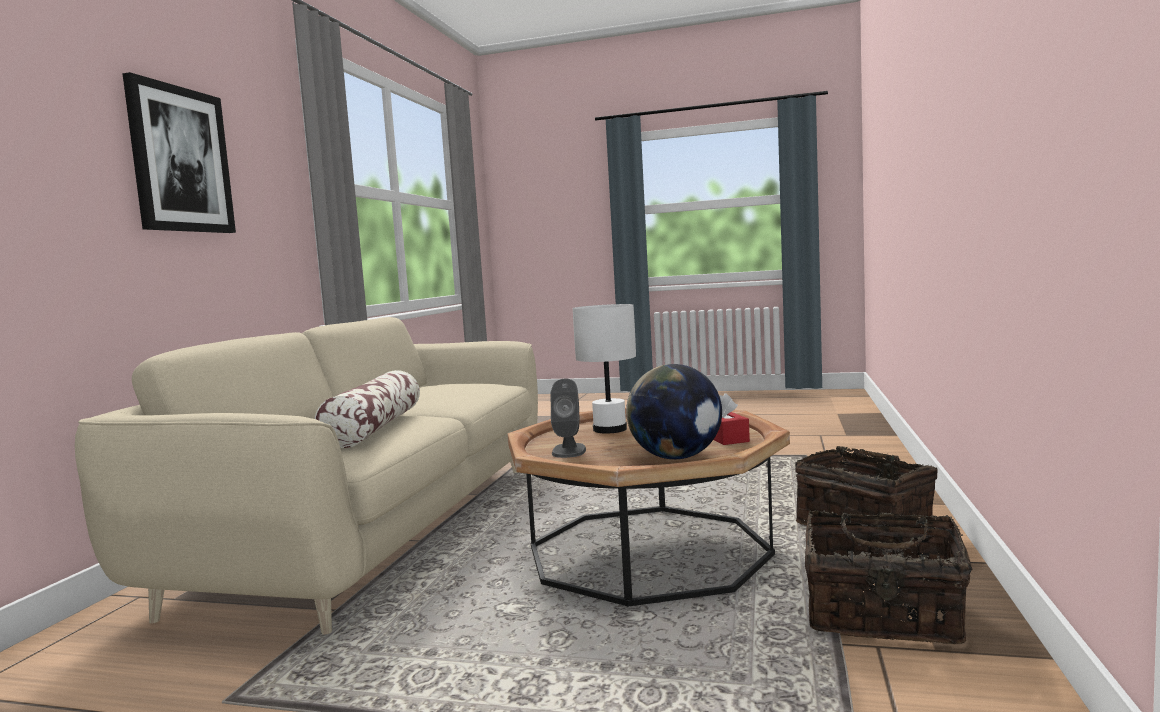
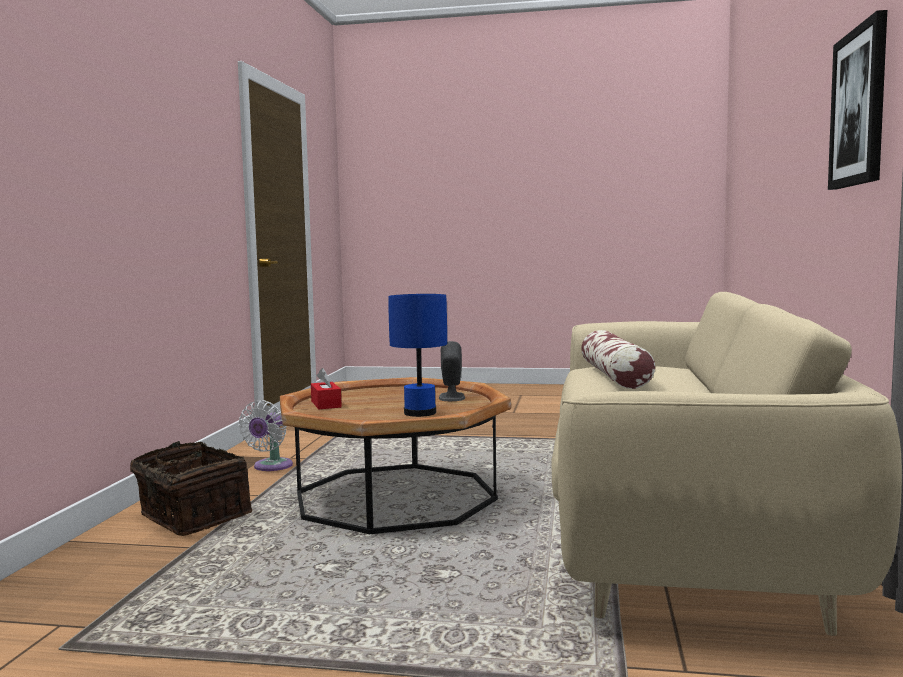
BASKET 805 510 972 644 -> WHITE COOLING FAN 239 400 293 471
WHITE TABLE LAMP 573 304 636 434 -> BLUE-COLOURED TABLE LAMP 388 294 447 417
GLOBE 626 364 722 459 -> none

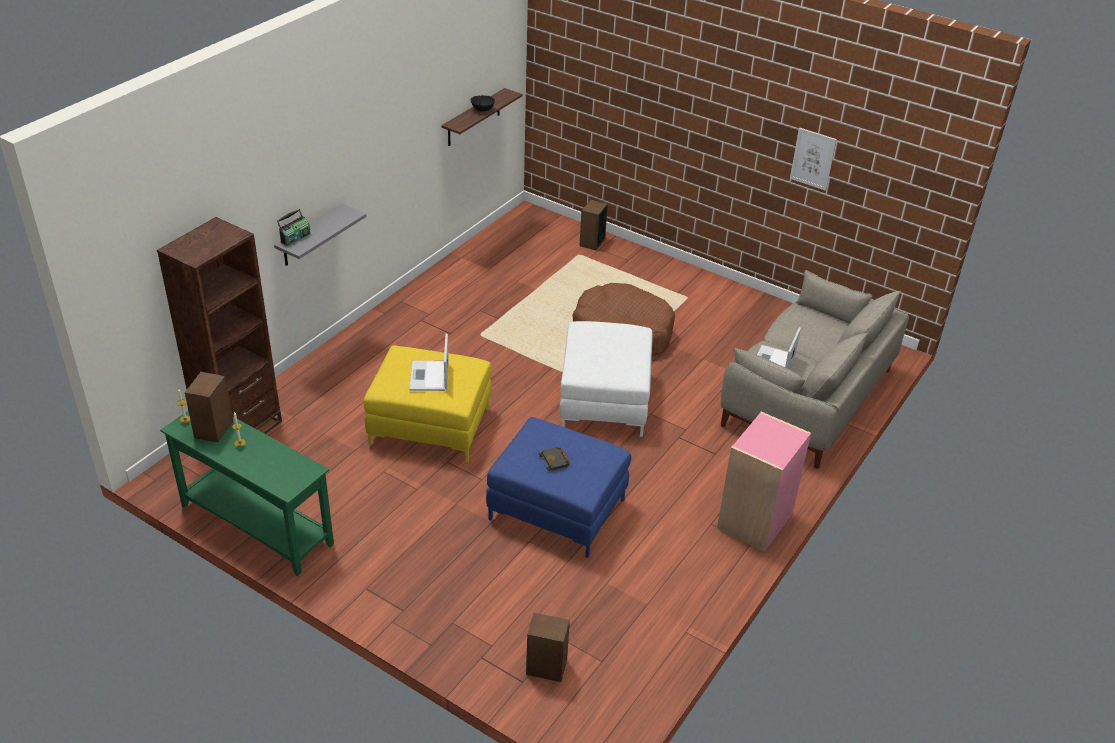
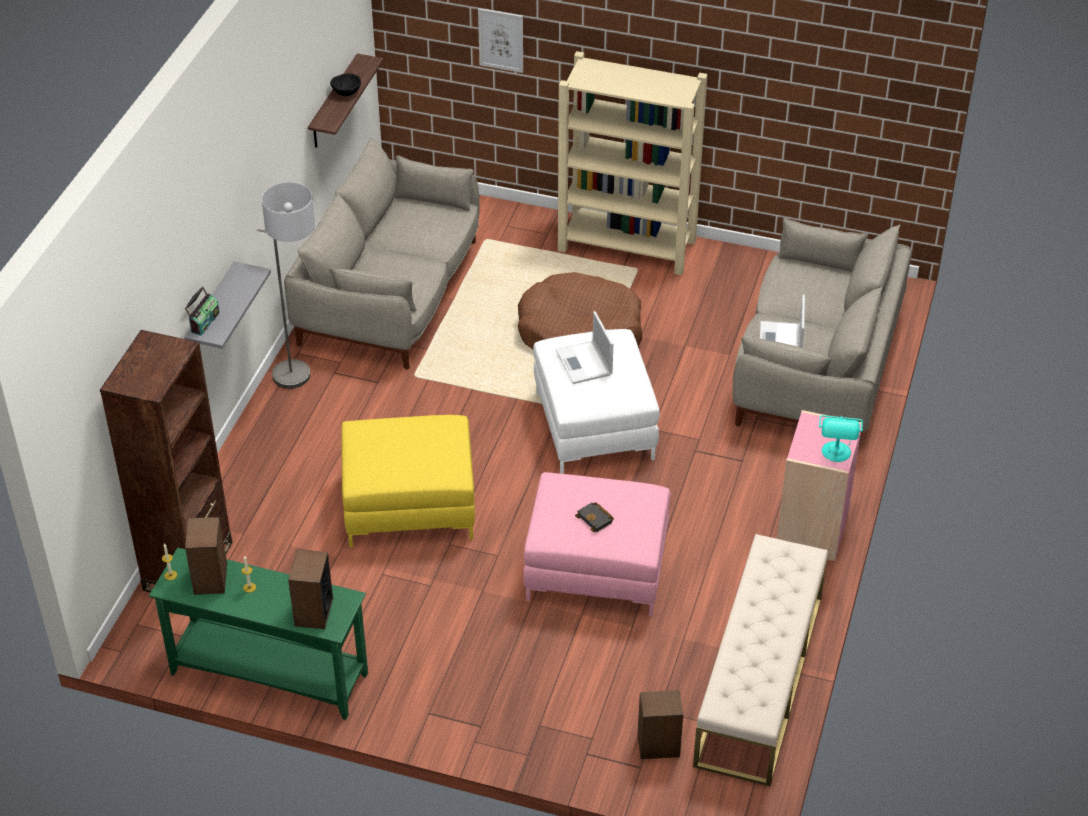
none -> GREYISH FLOOR LAMP 257 182 315 389
none -> BEIGE-COLOURED SOFA 284 138 480 370
SPEAKER 579 199 608 250 -> SPEAKER 288 549 333 629, moved
PICTURE 790 128 837 191 -> PICTURE 478 8 523 73, moved
BLUE-COLOURED POUFFE 486 417 631 558 -> PINK-COLOURED POUFFE 524 472 670 616
NOTEBOOK COMPUTER 409 334 449 391 -> NOTEBOOK COMPUTER 556 311 613 384, moved
none -> BEIGE-COLOURED BOOKSHELF 558 51 708 275
none -> BEIGE-COLOURED INDOOR BENCH 693 534 828 786
none -> TURQUOISE TABLE LAMP 819 415 863 462

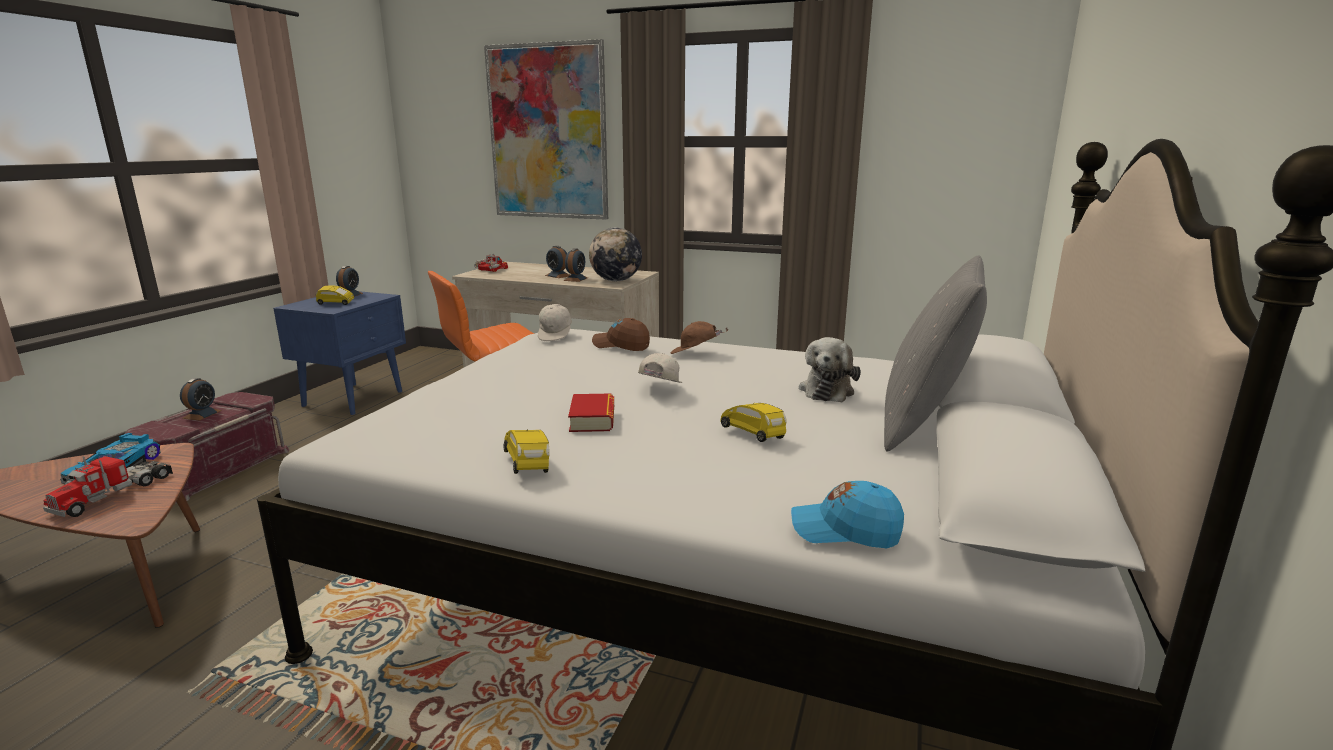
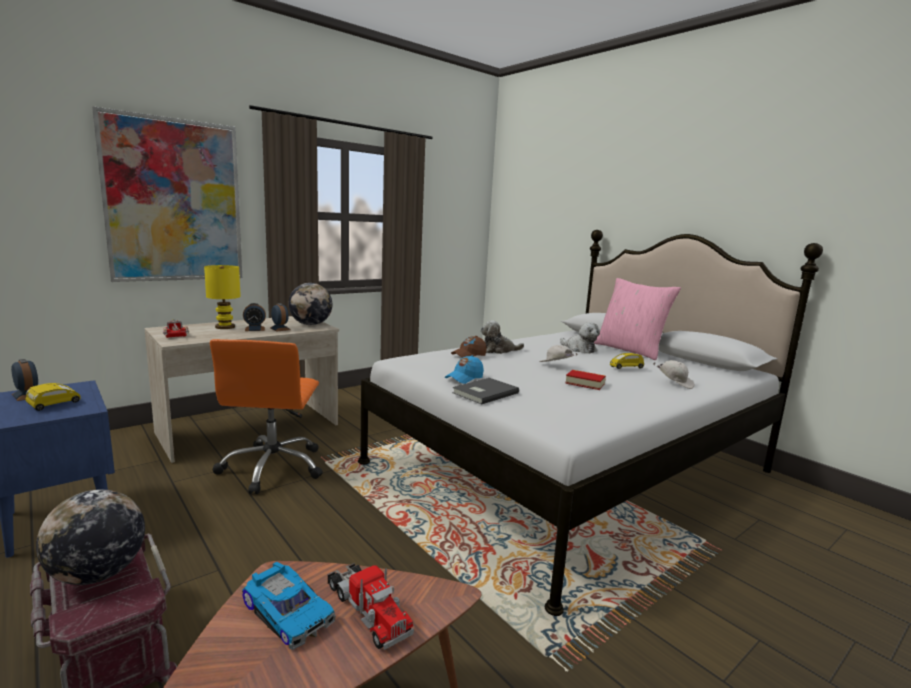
TABLE CLOCK 180 378 222 421 -> GLOBE 36 489 145 585
none -> YELLOW-COLOURED TABLE LAMP 204 265 241 329
BLUE-COLOURED BASEBALL CAP 791 481 904 548 -> BLUE-COLOURED BASEBALL CAP 445 355 484 384, moved
none -> GREYISH BOUND BOOK 452 378 519 405
BROWNISH BASEBALL CAP 670 321 728 354 -> CUDDLY TOY 480 320 524 354
GREYISH THROW PILLOW 884 255 987 452 -> PINK-COLOURED THROW PILLOW 594 278 681 360
WHITE BASEBALL CAP 538 304 572 341 -> WHITE BASEBALL CAP 653 360 694 389, moved
YELLOW-COLOURED MINIATURE CAR 504 428 550 474 -> none

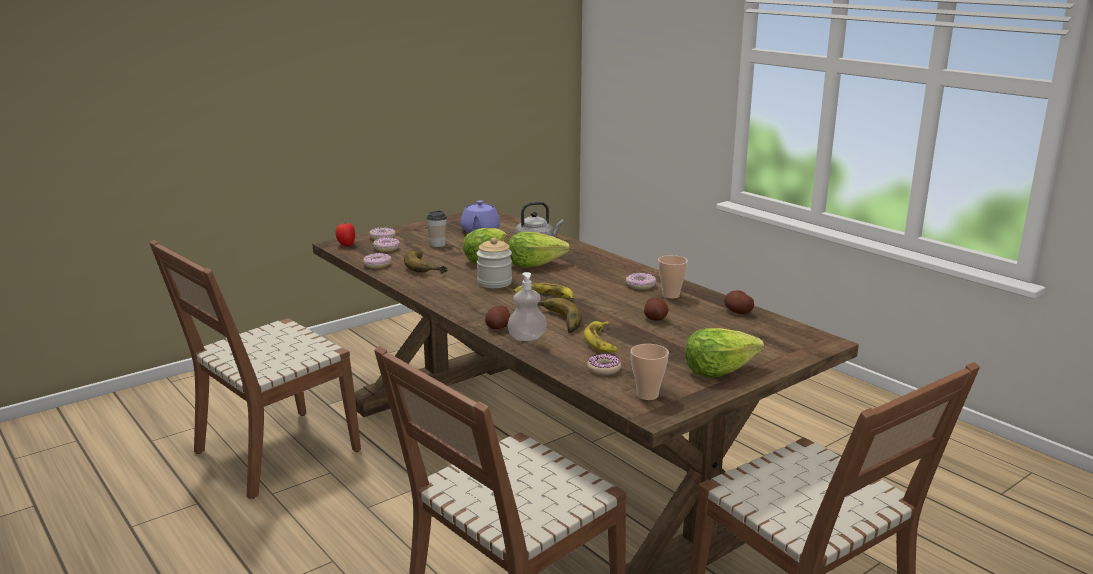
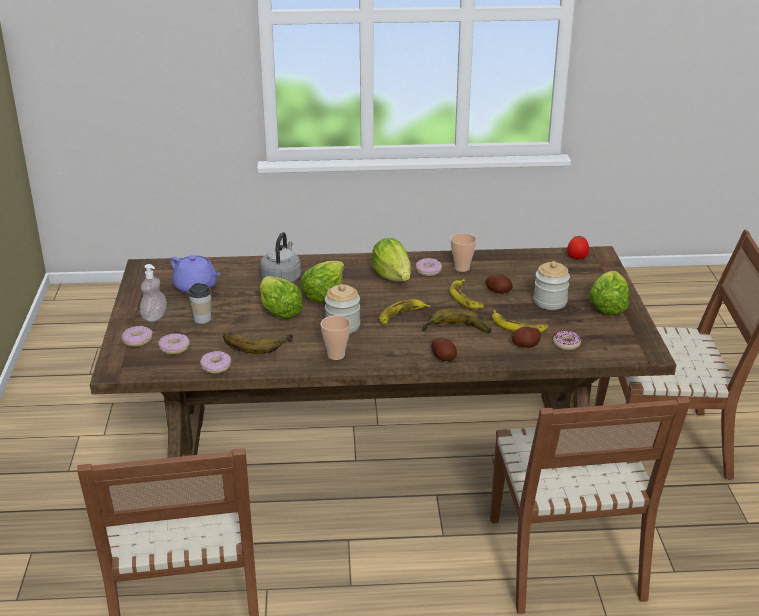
SOAP BOTTLE 508 272 547 341 -> SOAP BOTTLE 140 264 167 322, moved
CUP 630 344 669 400 -> CUP 321 316 351 360, moved
none -> LETTUCE HEAD 371 238 411 282
none -> WHOLE BANANA 449 279 484 309
POTATO 724 291 754 314 -> POTATO 512 327 541 348, moved
none -> PRESERVE JAR 534 261 570 310
WHOLE TOMATO 336 222 355 247 -> WHOLE TOMATO 567 236 589 259, moved

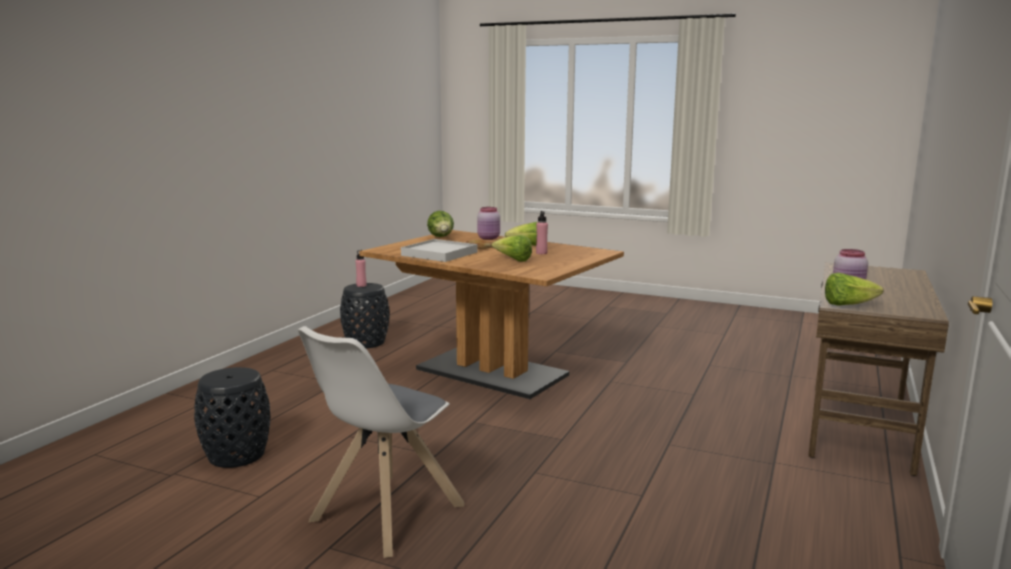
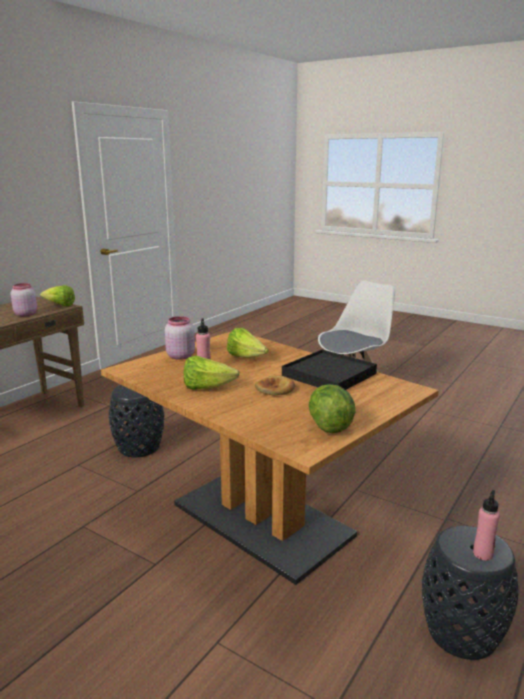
BLACKISH STOOL 194 367 271 468 -> BLACKISH STOOL 109 385 164 457, moved
PINK-COLOURED PRESERVE JAR 477 207 500 240 -> PINK-COLOURED PRESERVE JAR 165 316 195 360, moved
WHITE TRAY 401 239 477 262 -> BLACKISH TRAY 282 349 377 390

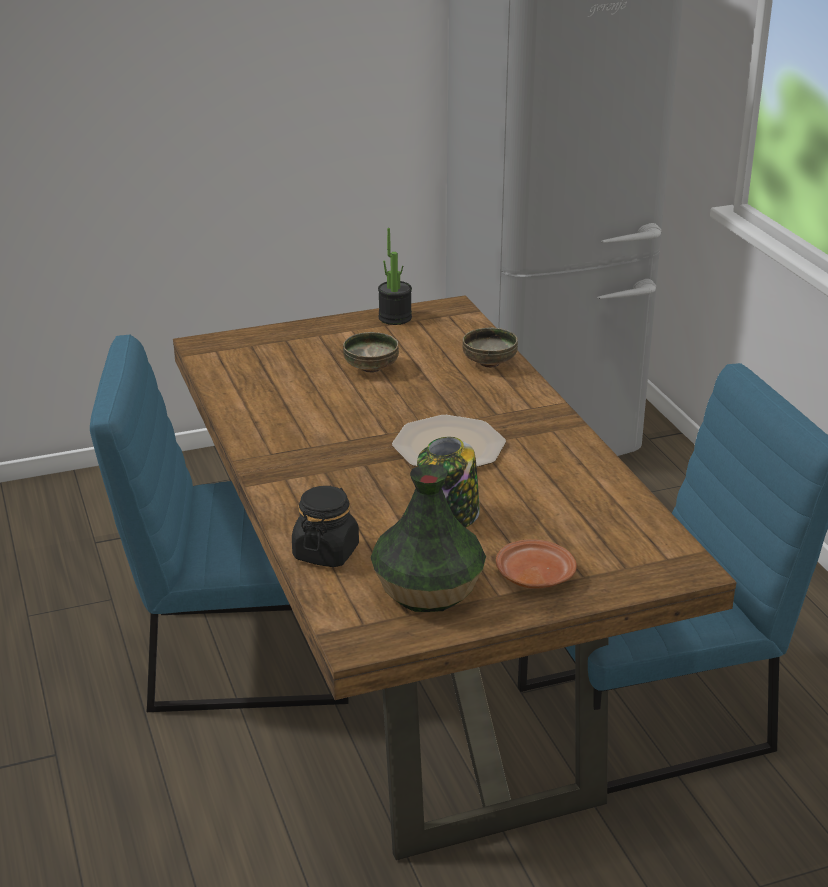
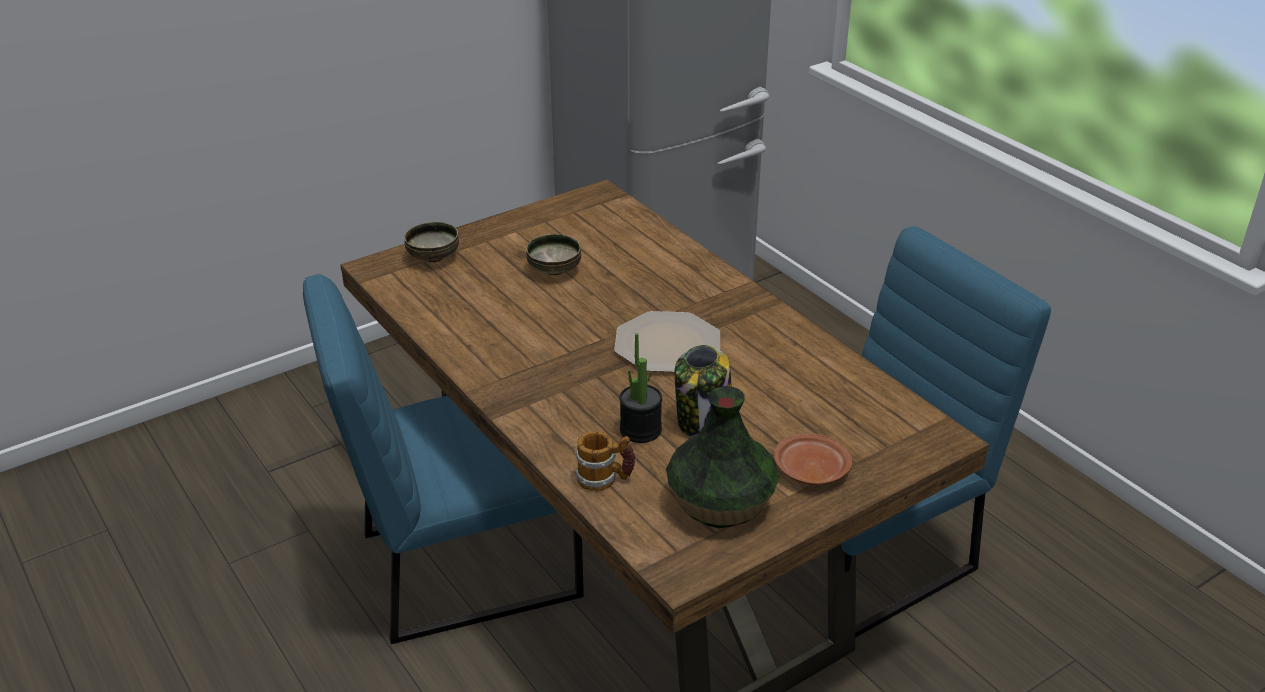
BOWL 463 327 518 368 -> BOWL 404 222 459 262, moved
BLACKISH PRESERVE JAR 292 486 359 567 -> TEA MUG 575 432 635 491
HOUSEPLANT 378 228 412 325 -> HOUSEPLANT 619 333 662 443, moved

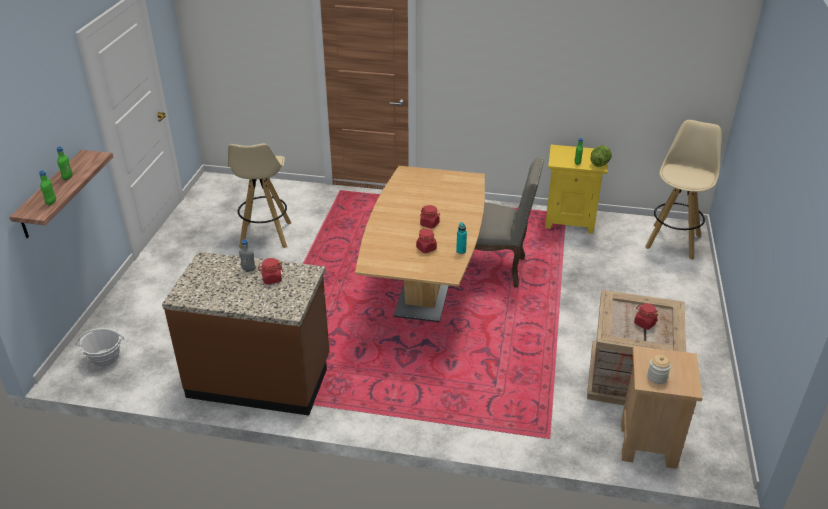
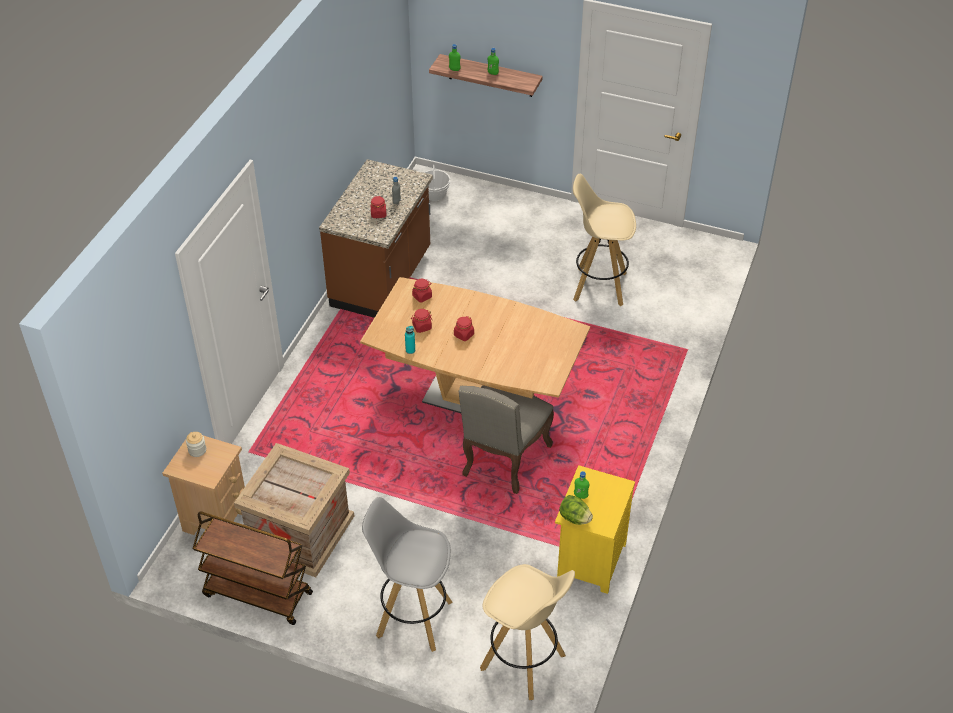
none -> BROWNISH TROLLEY 192 511 313 625
none -> GREYISH STOOL 362 497 453 652
RED PRESERVE JAR 634 303 658 330 -> RED PRESERVE JAR 412 279 432 302, moved

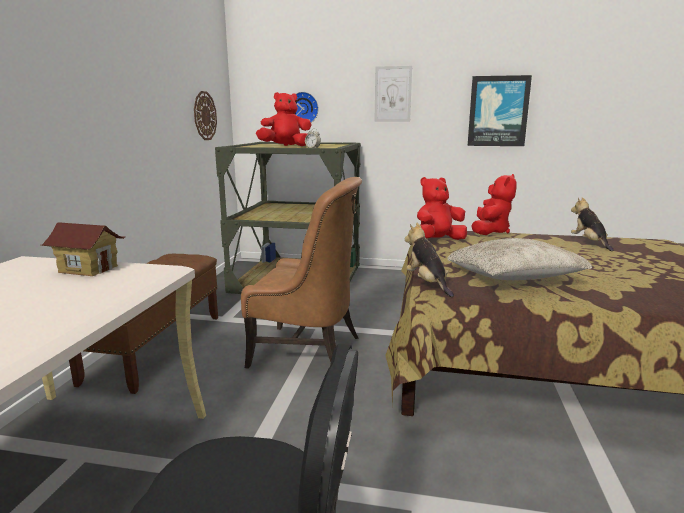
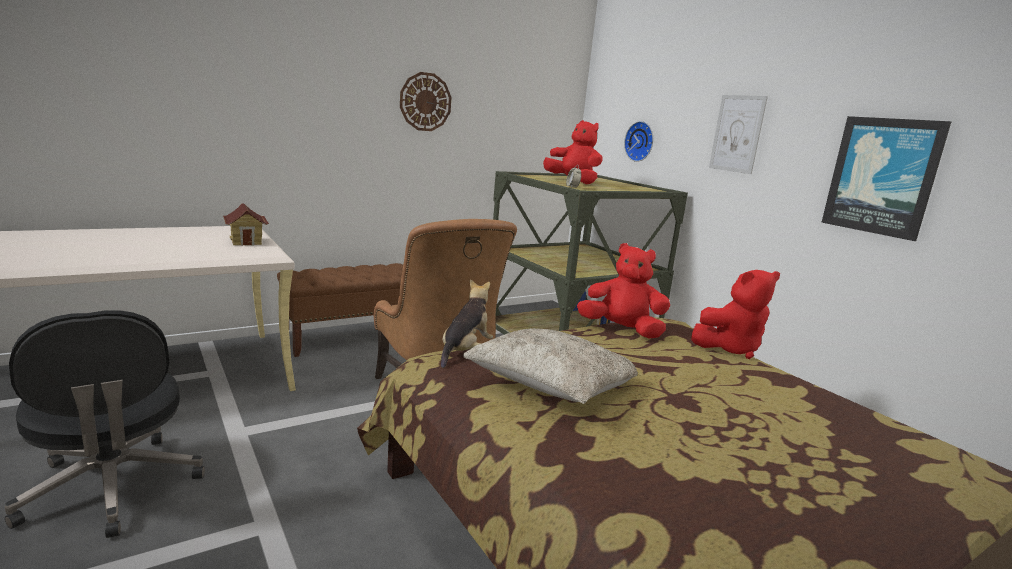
HANGING CLOCK 194 91 217 140 -> HANGING CLOCK 400 72 451 131, moved
CUDDLY TOY 571 197 613 251 -> none

